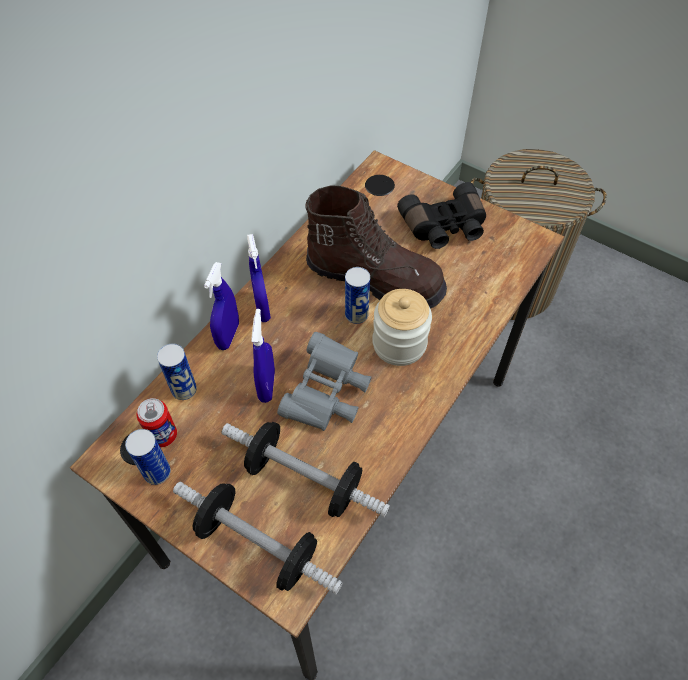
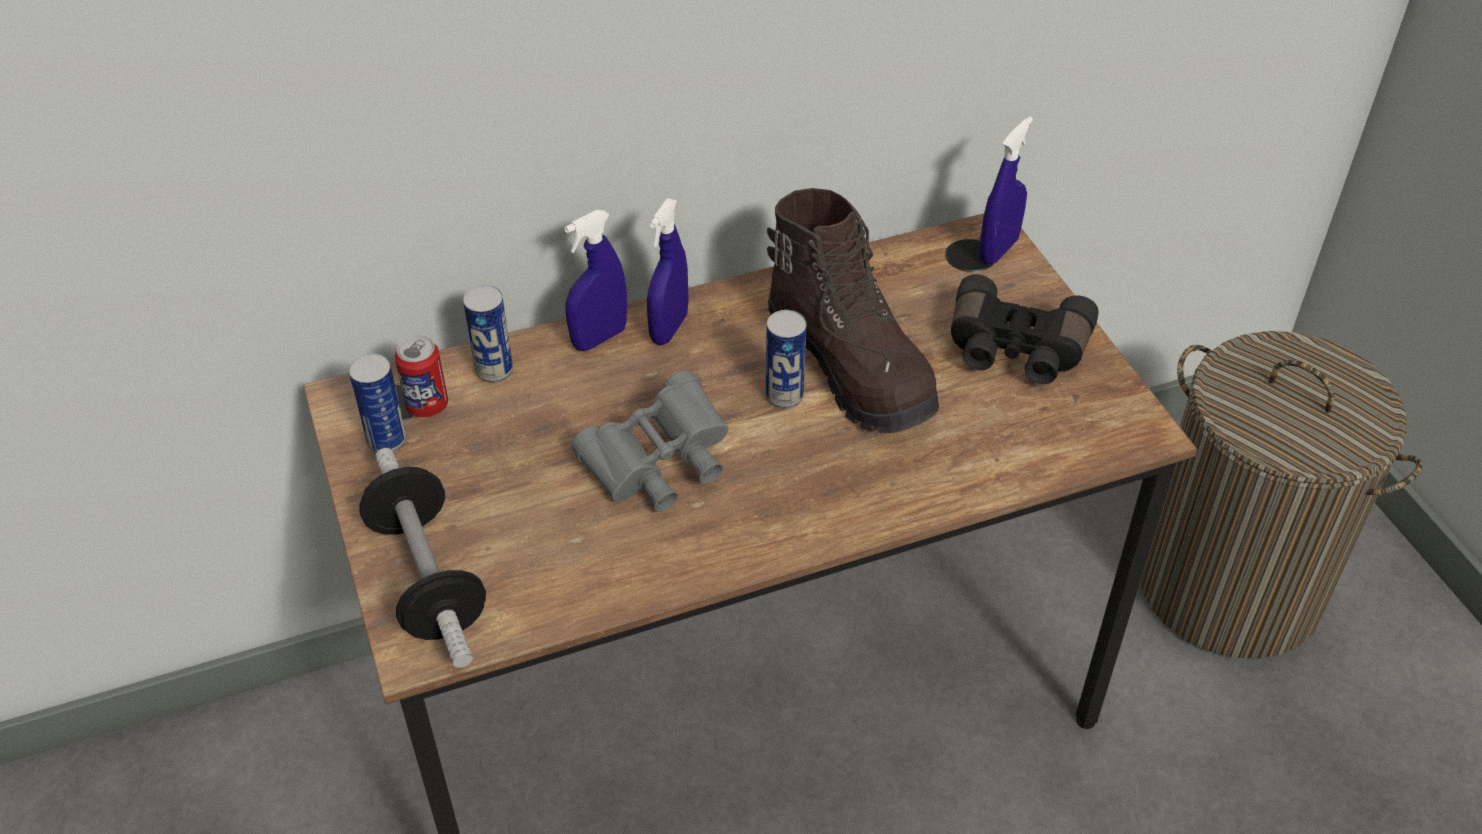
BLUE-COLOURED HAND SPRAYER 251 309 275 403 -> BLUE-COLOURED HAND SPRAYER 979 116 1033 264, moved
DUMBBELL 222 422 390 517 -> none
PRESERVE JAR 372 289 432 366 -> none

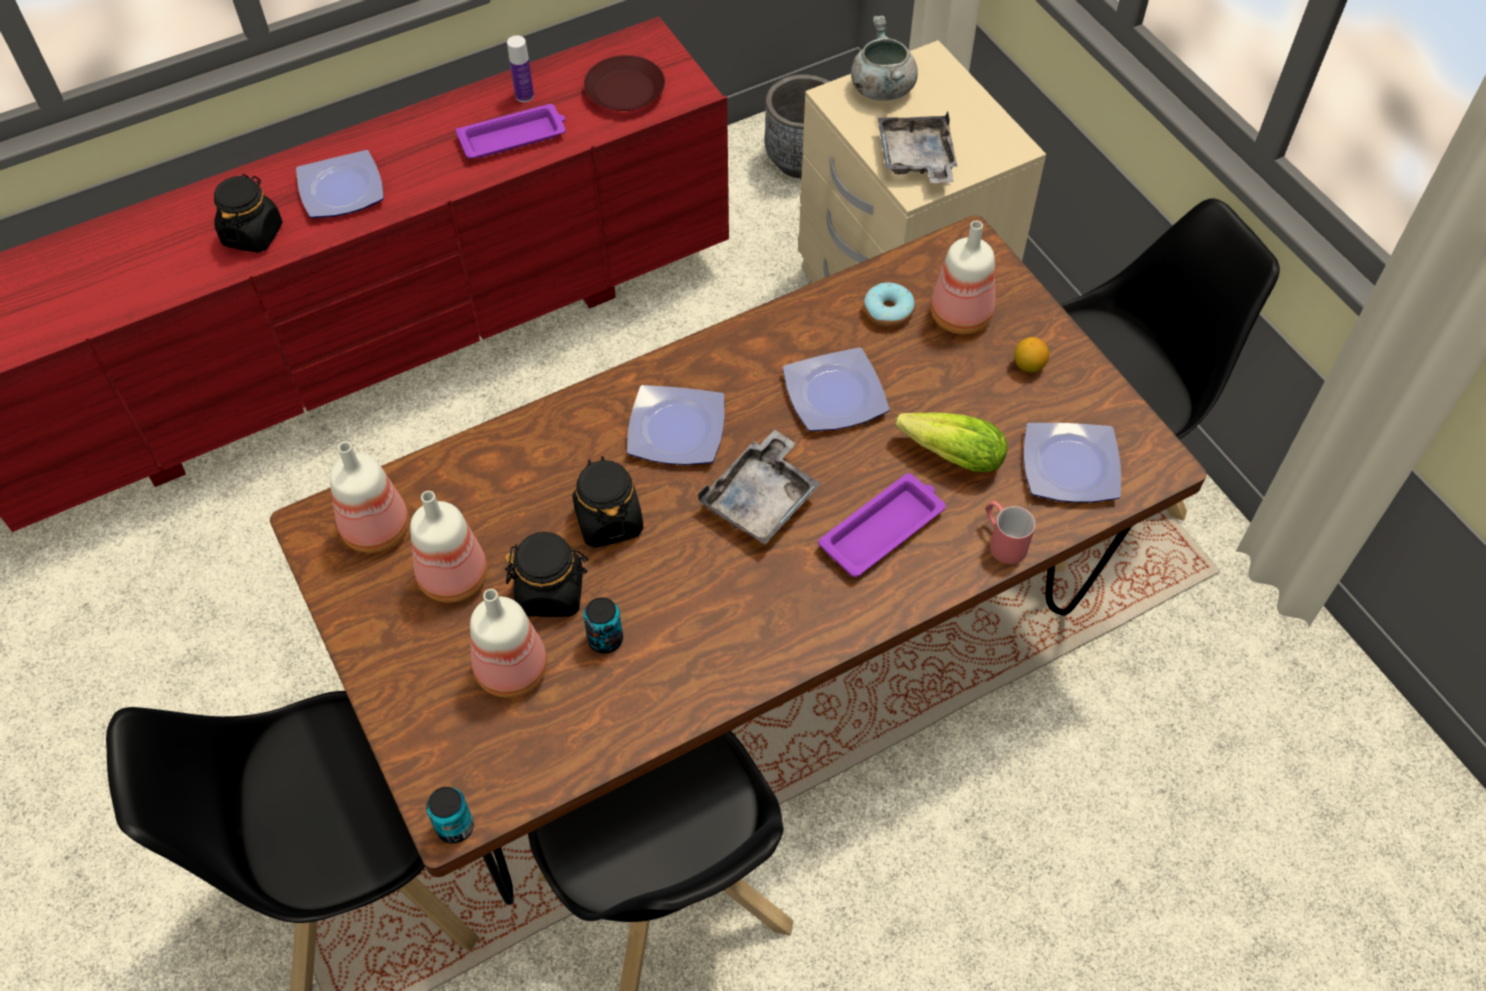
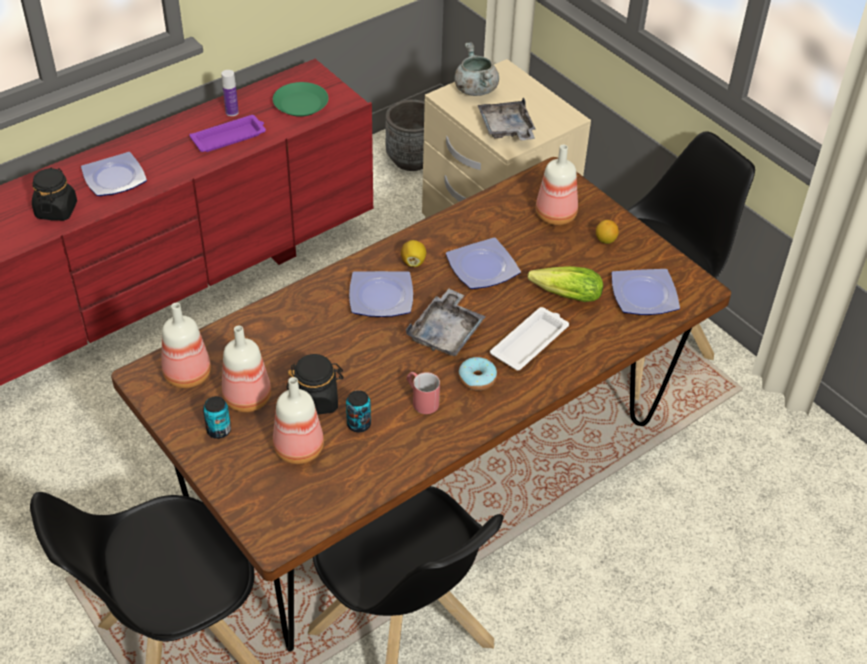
SEALED CAN 426 787 474 844 -> SEALED CAN 203 396 231 439, moved
BROWNISH FLAT DISH 584 55 665 111 -> GREEN-COLOURED FLAT DISH 273 82 329 117
none -> WHOLE LEMON 401 240 426 267
RED TEA MUG 985 501 1036 564 -> RED TEA MUG 407 372 440 414, moved
RING DOUGHNUT 864 282 915 327 -> RING DOUGHNUT 458 357 497 391, moved
PURPLE-COLOURED TRAY 818 473 946 577 -> WHITE TRAY 490 307 569 371
BLACKISH PRESERVE JAR 572 456 644 548 -> none

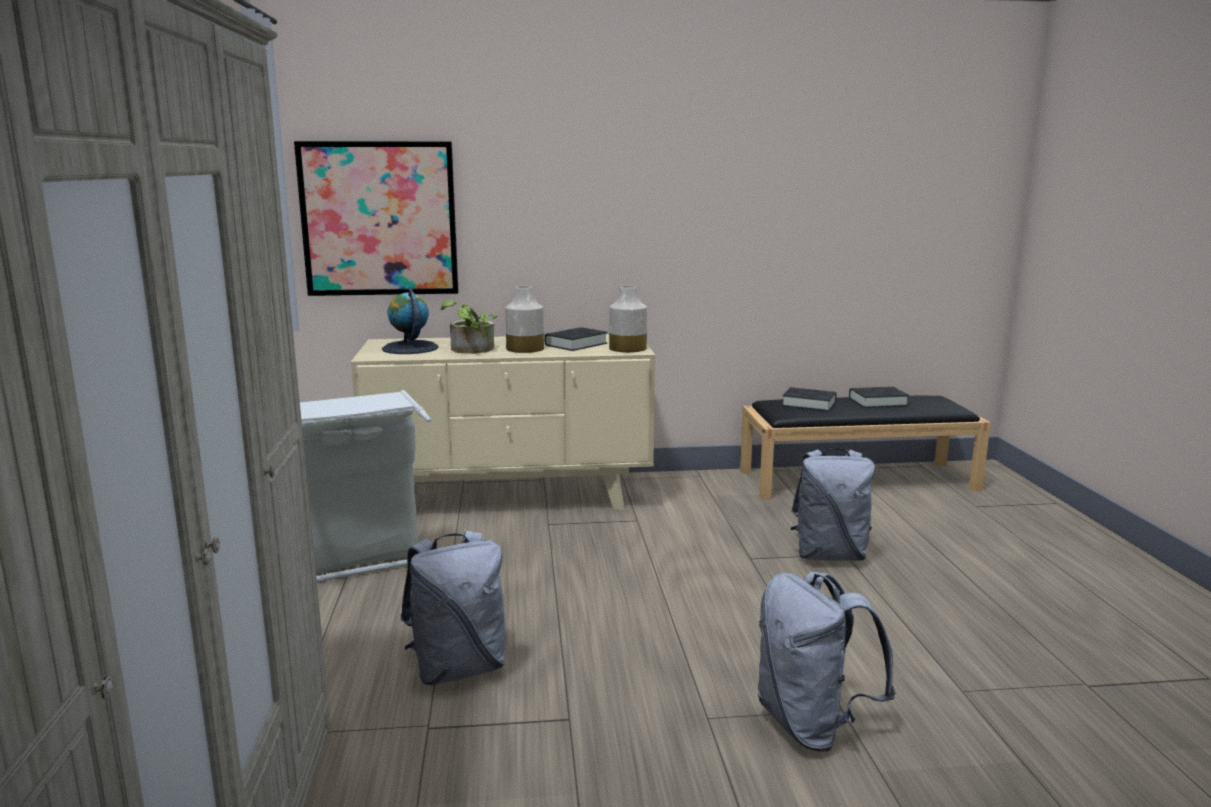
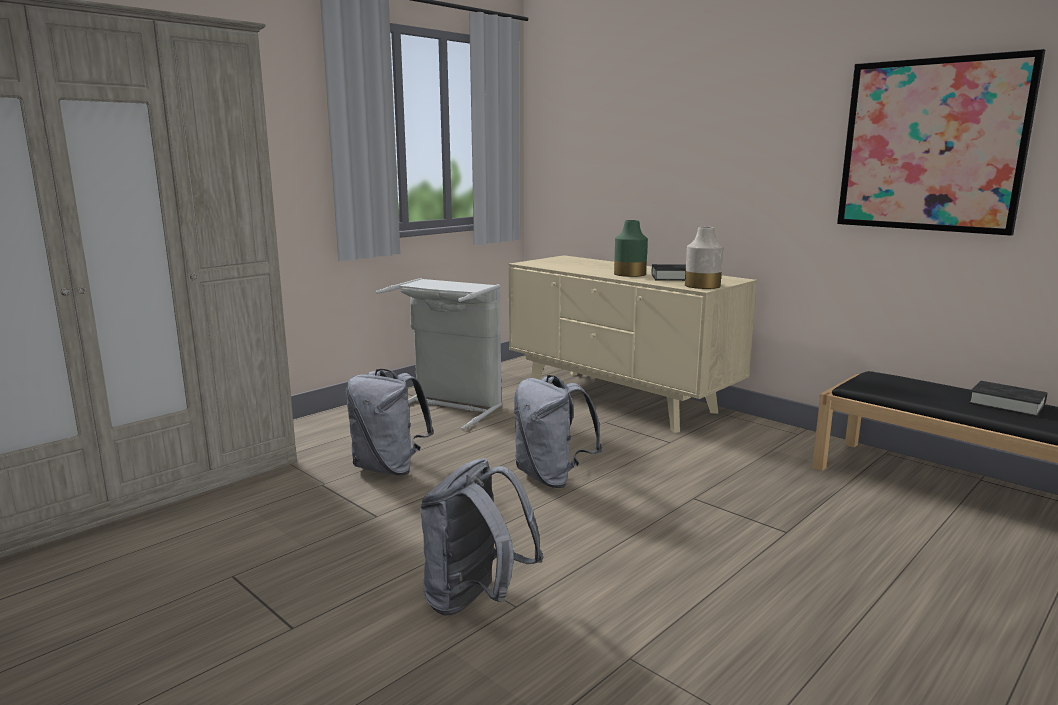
GREYISH KNAPSACK 791 448 875 561 -> GREYISH KNAPSACK 514 375 602 488, moved
BEIGE-COLOURED DECORATIVE VASE 505 286 544 353 -> GREEN-COLOURED DECORATIVE VASE 614 220 648 277
PICTURE 294 141 459 296 -> PICTURE 837 49 1045 236, moved
GLOBE 382 289 438 354 -> none
HOUSEPLANT 441 299 498 354 -> none
BLACKISH BOUND BOOK 782 387 837 411 -> none

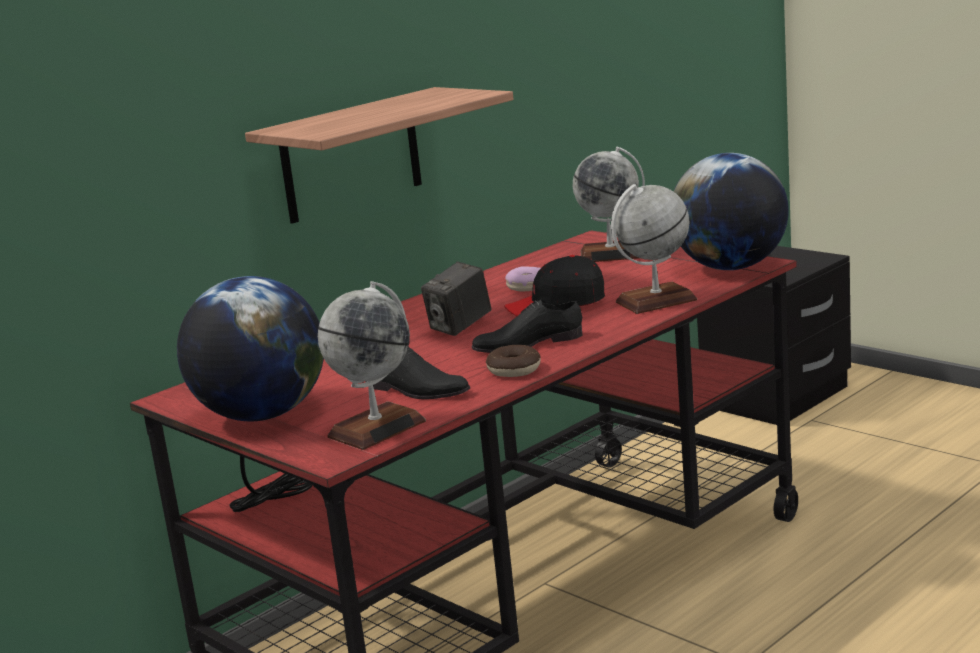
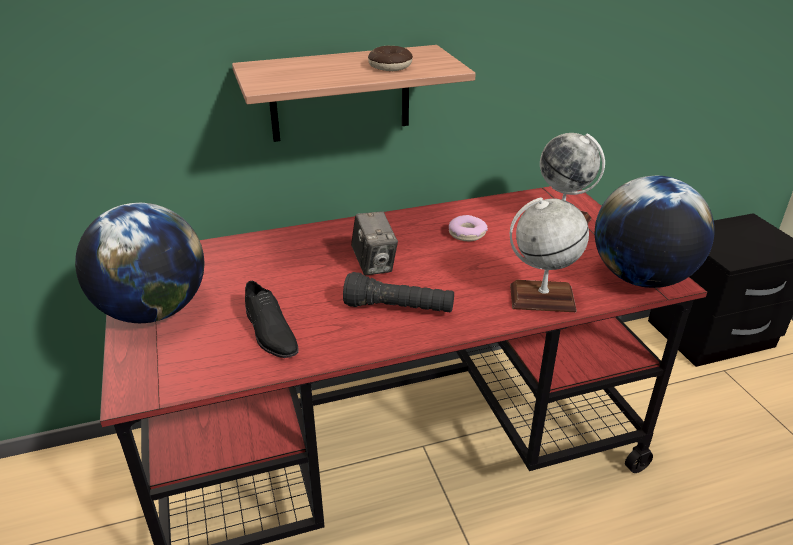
BLACKISH SHOE 472 300 582 353 -> BLACKISH HAND TORCH 343 272 454 313
STILL CAMERA 421 262 491 336 -> STILL CAMERA 351 211 398 275, 90 degrees counterclockwise
RING DOUGHNUT 486 345 541 377 -> RING DOUGHNUT 368 46 413 71, moved
GLOBE 318 281 426 450 -> none
BLACKISH BASEBALL CAP 505 255 605 316 -> none

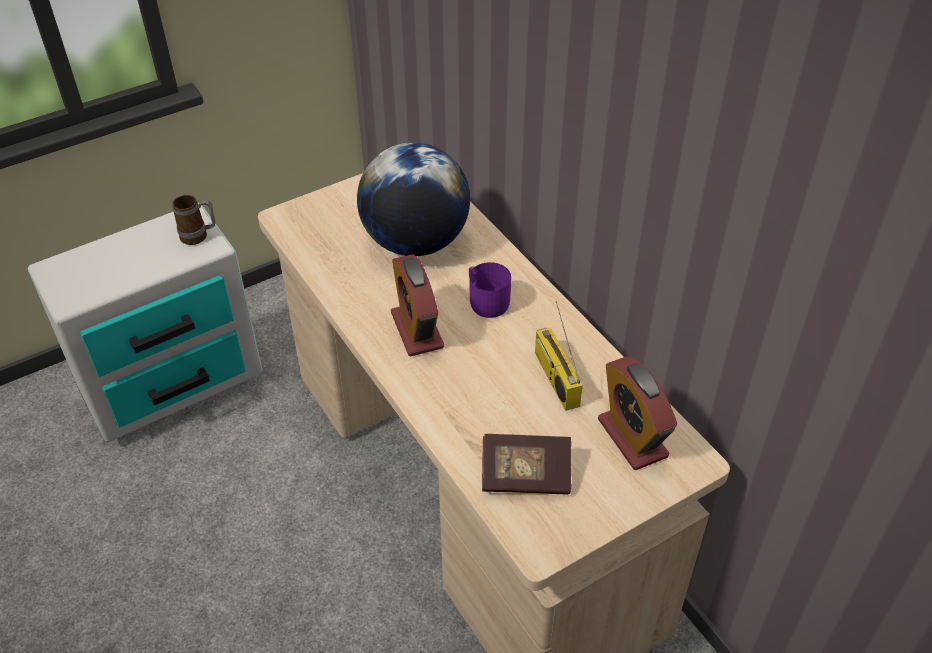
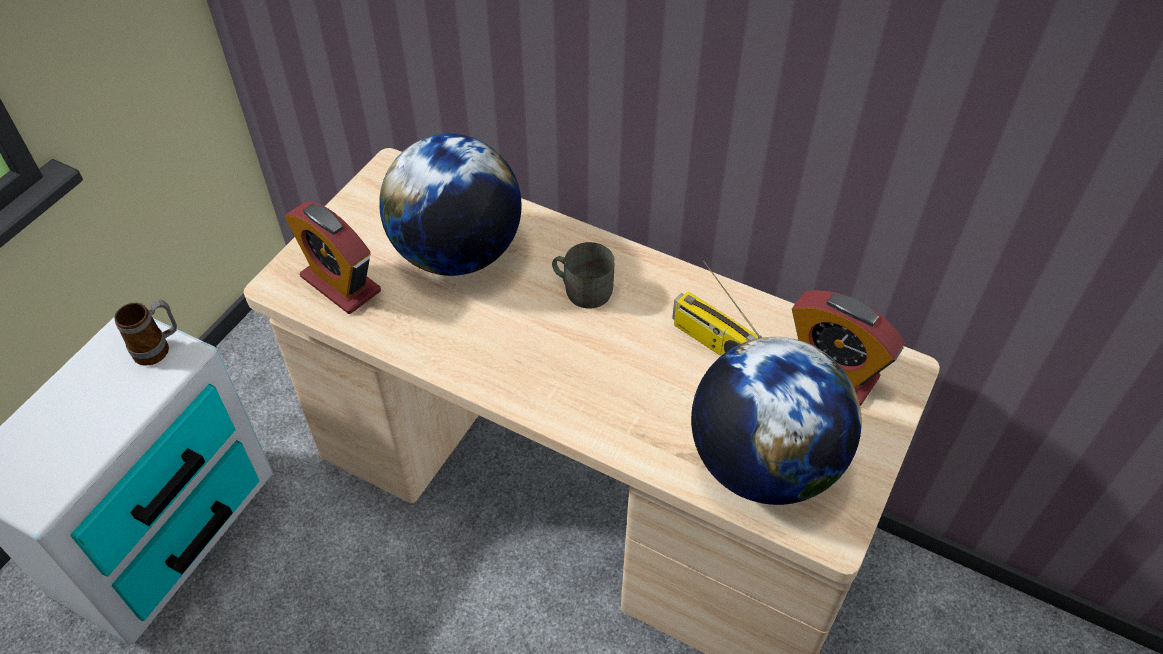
TABLE CLOCK 391 255 444 357 -> TABLE CLOCK 285 202 381 314, moved
PURPLE-COLOURED TEA MUG 469 262 511 318 -> GREYISH TEA MUG 552 242 615 309
BOUND BOOK 482 434 571 495 -> GLOBE 691 337 862 505

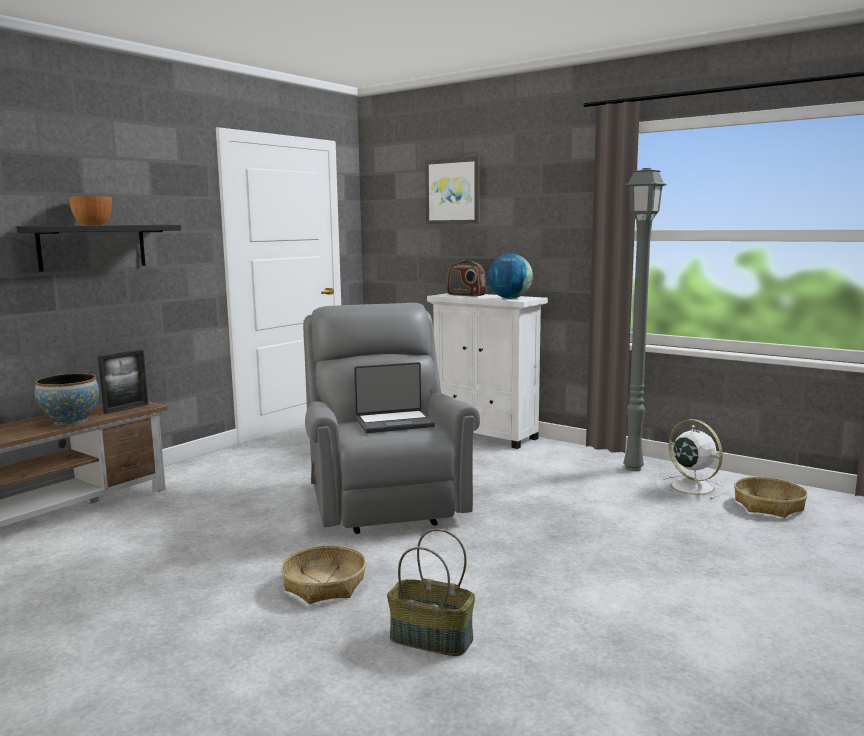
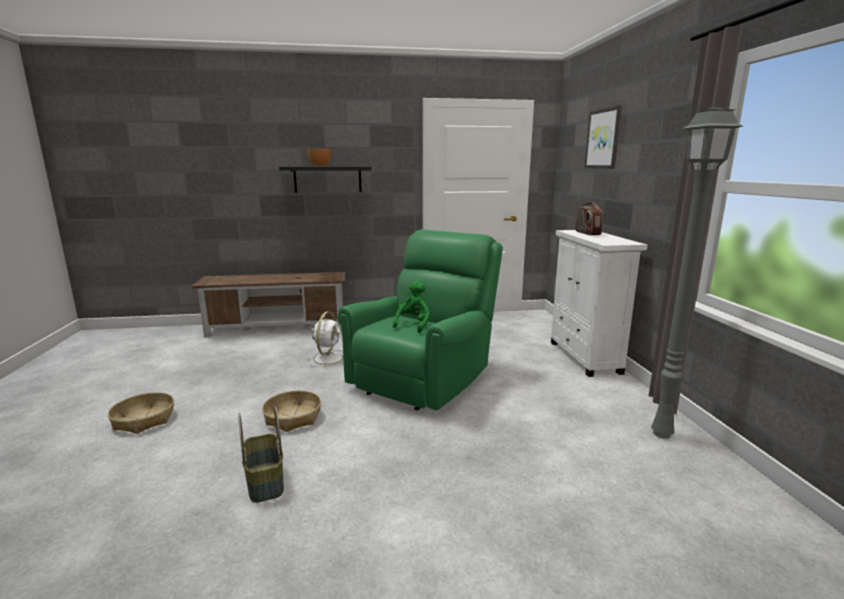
BASKET 734 477 808 518 -> BASKET 108 392 174 434, moved
WHITE COOLING FAN 658 419 726 499 -> WHITE COOLING FAN 308 311 343 367, moved
GREYISH LOUNGE CHAIR 303 303 480 534 -> GREEN-COLOURED LOUNGE CHAIR 338 230 503 411
NOTEBOOK COMPUTER 354 362 435 433 -> GREEN-COLOURED CUDDLY TOY 393 280 430 333
BOWL 35 373 99 426 -> none
PICTURE FRAME 98 349 148 414 -> none
GLOBE 488 254 533 299 -> none

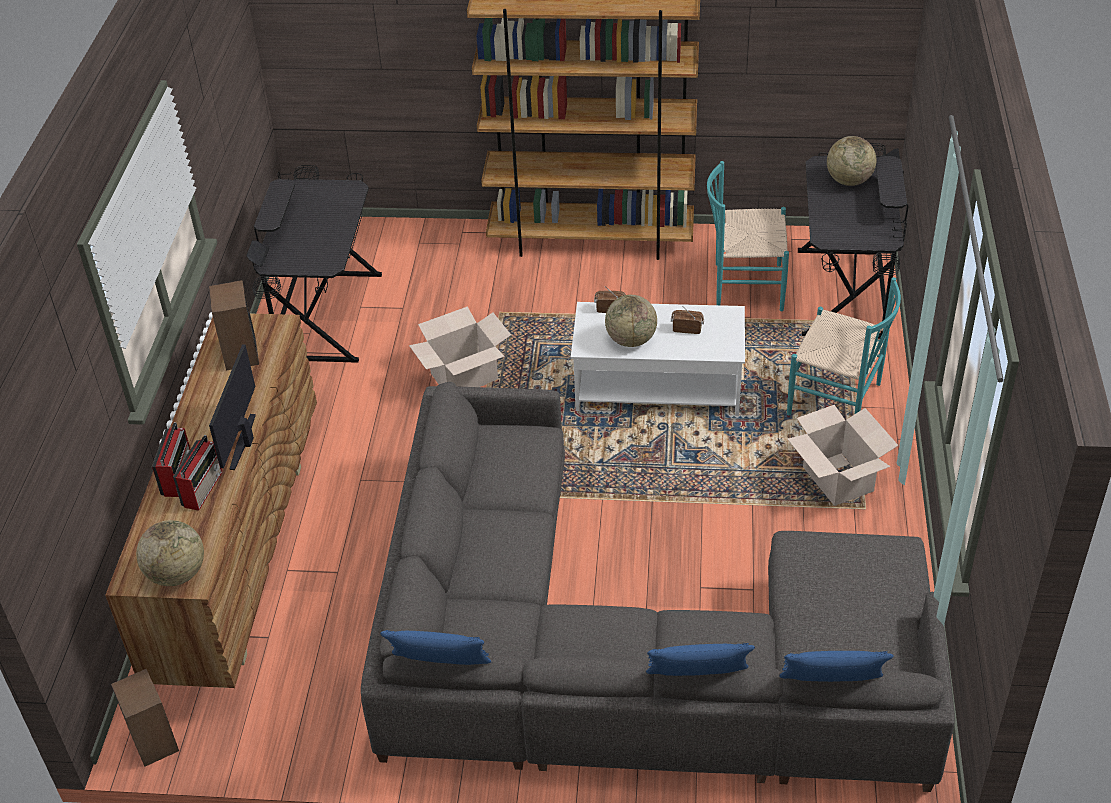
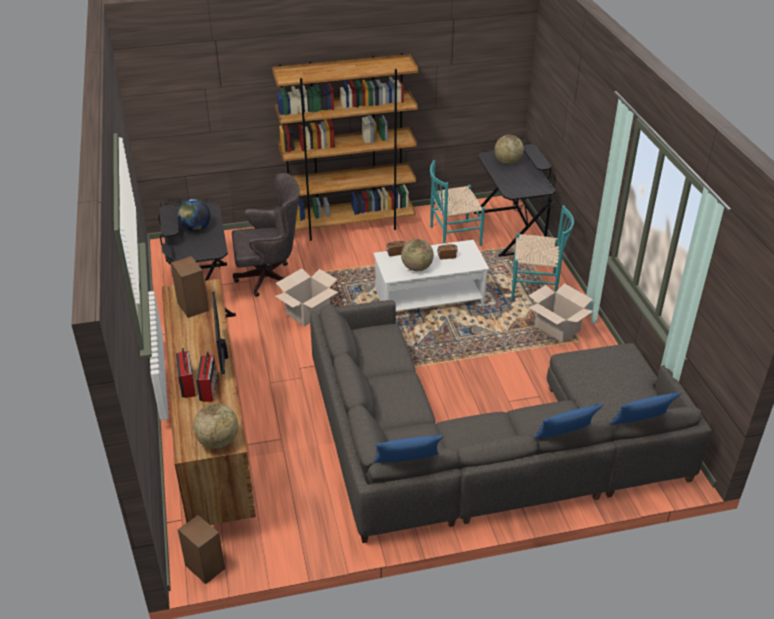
none -> GLOBE 177 199 211 232
none -> GREYISH COMPUTER CHAIR 232 173 300 297

